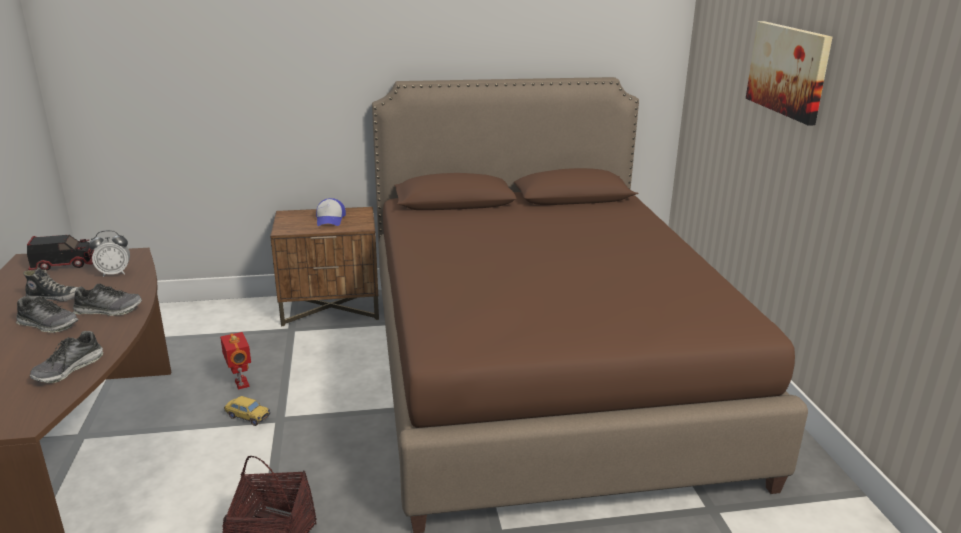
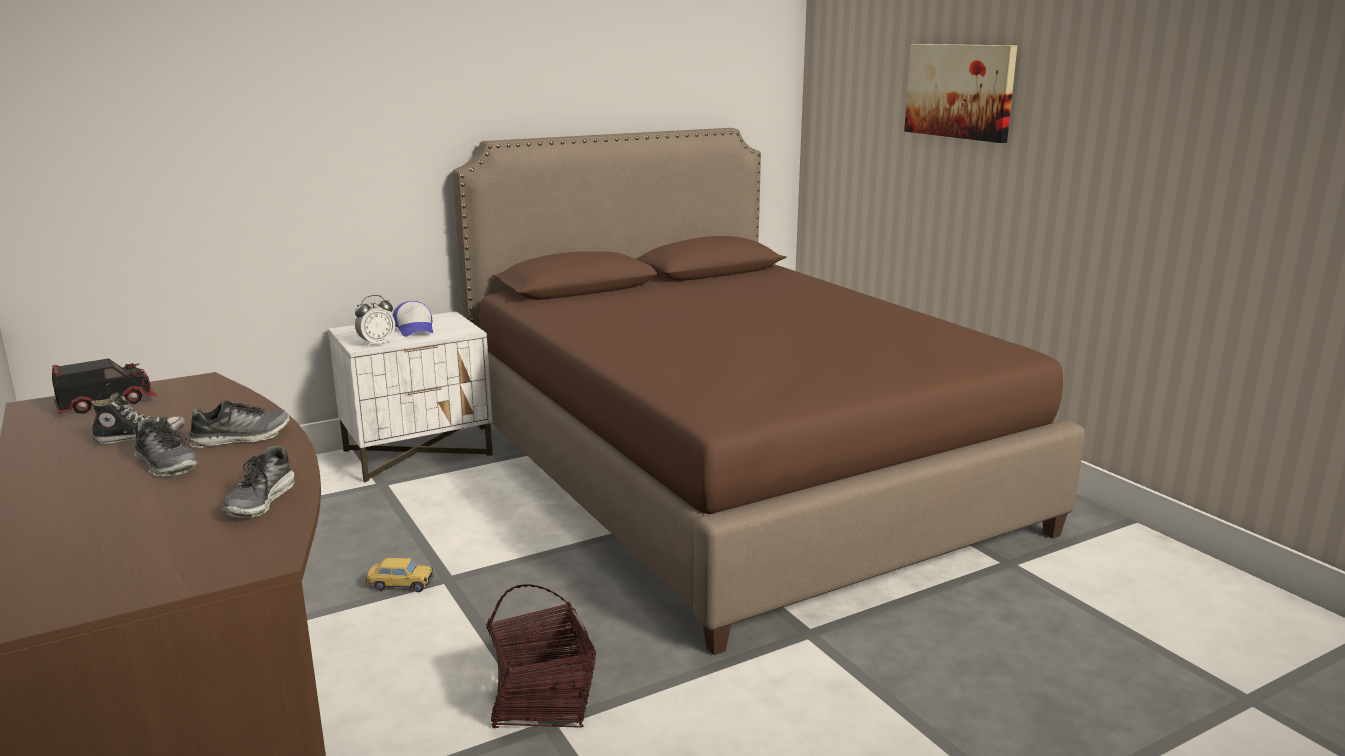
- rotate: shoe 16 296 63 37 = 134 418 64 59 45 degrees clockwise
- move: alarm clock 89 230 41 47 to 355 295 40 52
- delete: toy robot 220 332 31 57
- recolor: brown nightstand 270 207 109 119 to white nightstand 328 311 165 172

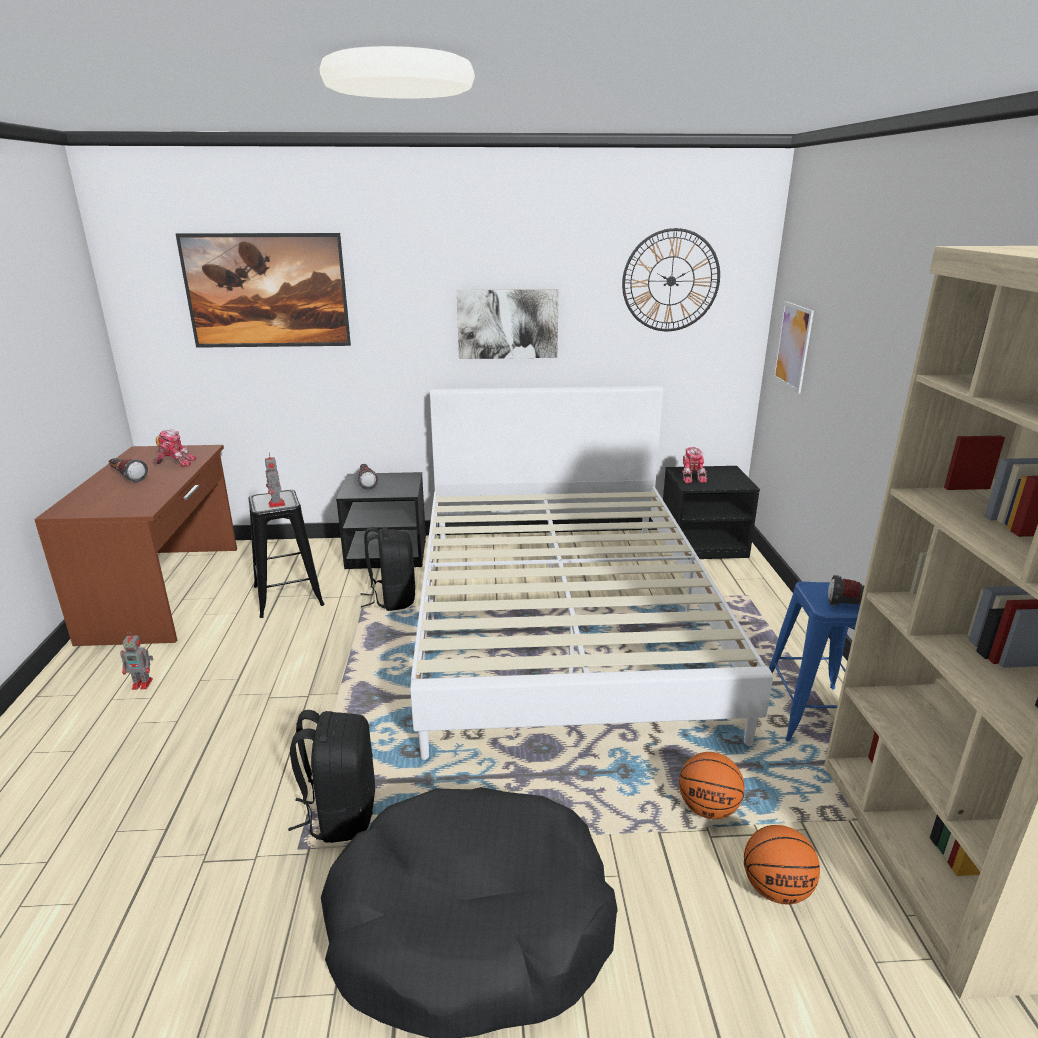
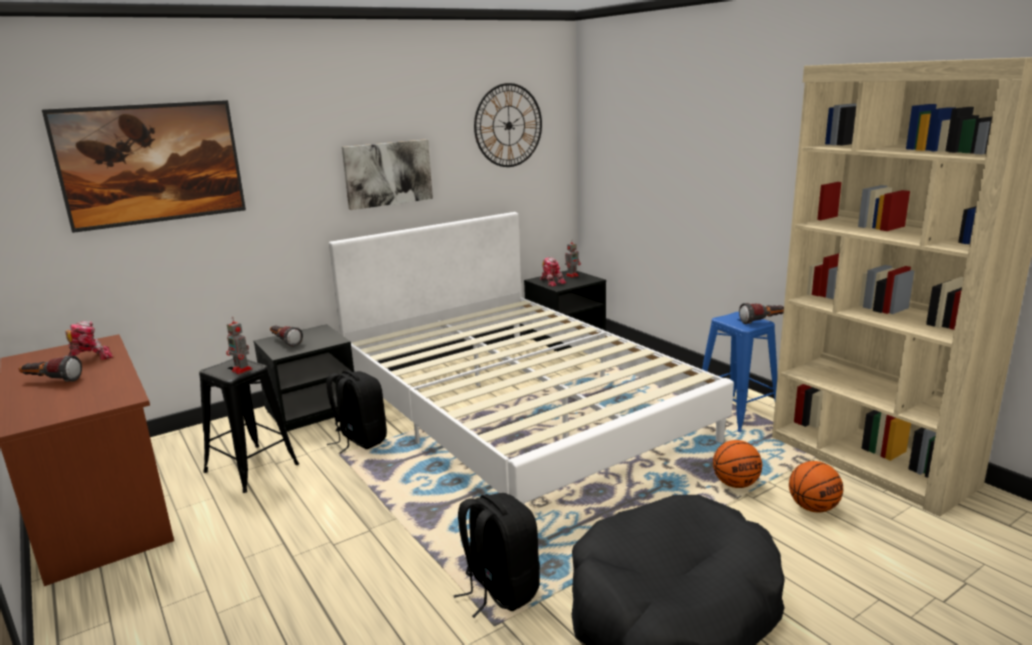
- move: toy robot 120 633 33 57 to 565 239 16 39
- delete: picture 773 301 41 92

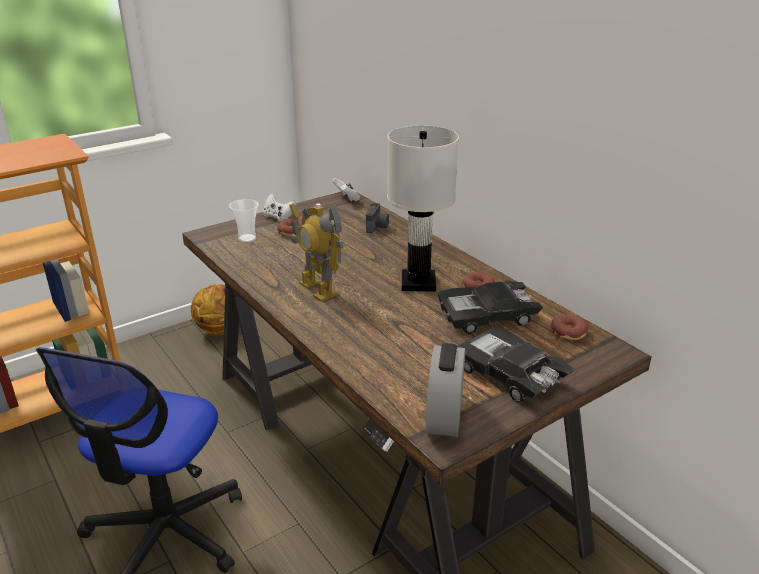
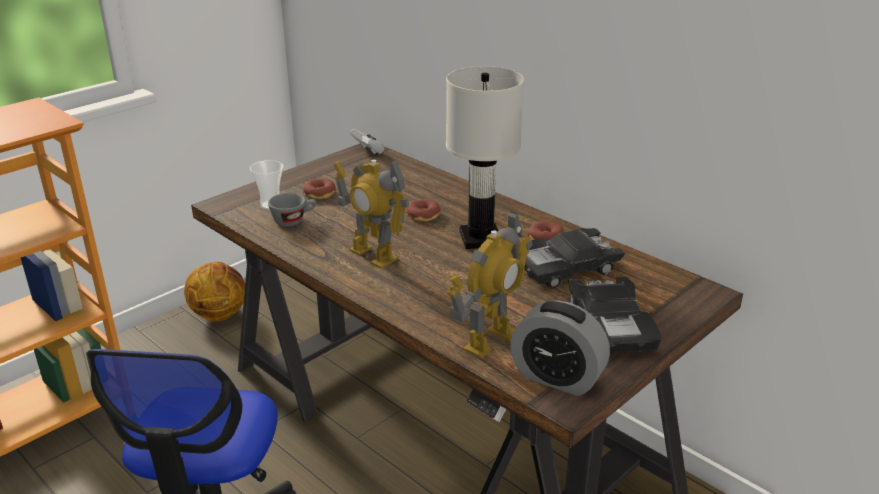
- delete: white game controller 263 194 33 28
- delete: photo camera 366 203 23 30
- rotate: alarm clock 426 343 39 94 = 510 300 100 96 60 degrees counterclockwise
- rotate: black toy car 457 327 118 76 = 568 277 93 76 135 degrees counterclockwise
- move: donut 551 314 38 26 to 407 199 34 22
- insert: grey cup 268 193 48 34
- insert: toy robot 447 211 86 147

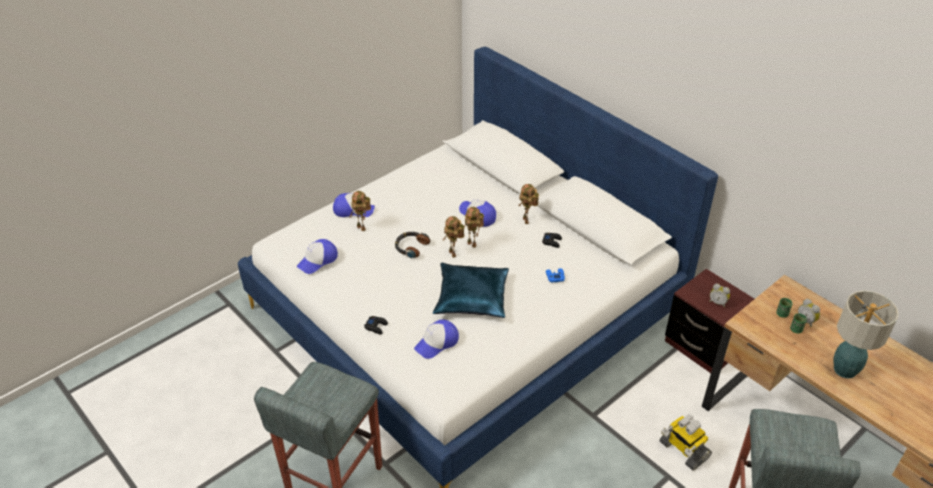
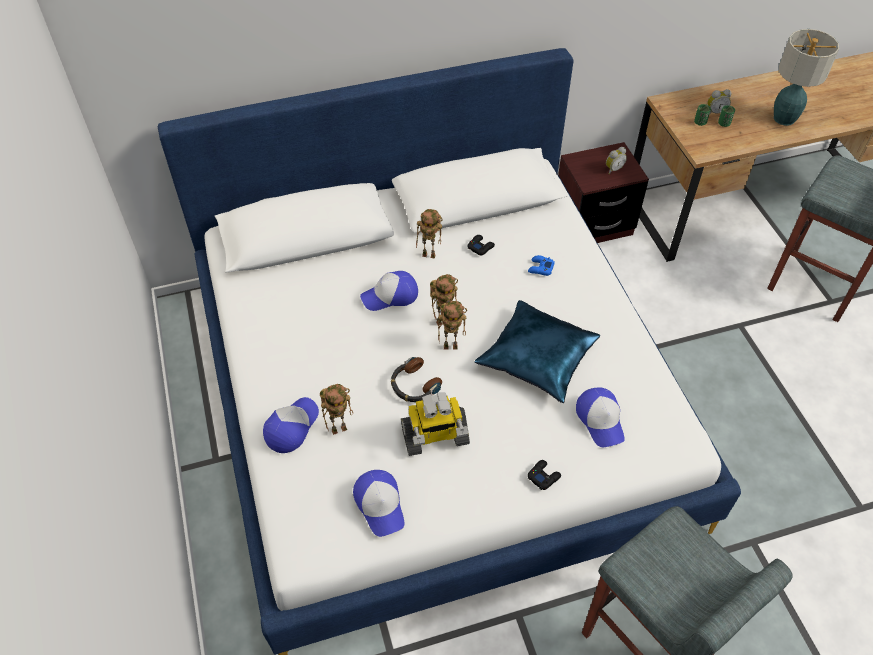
- move: toy robot 659 414 53 57 to 401 392 69 64

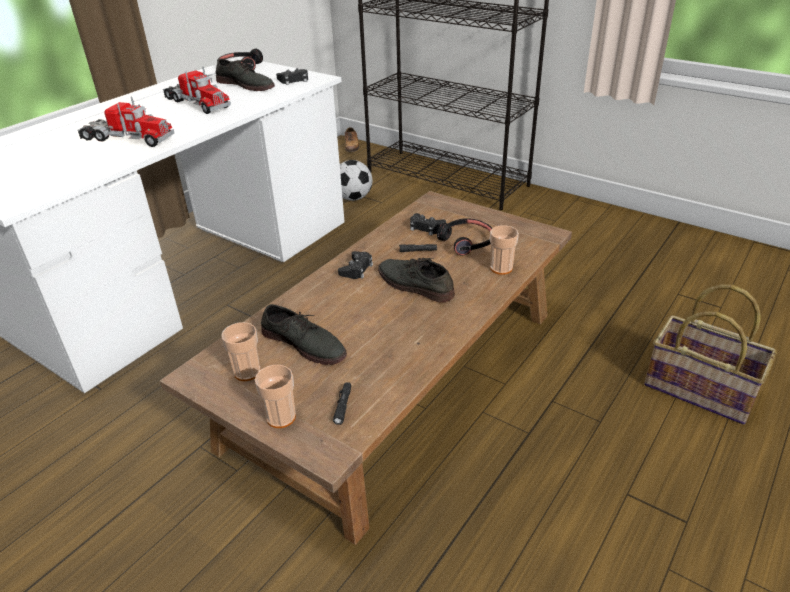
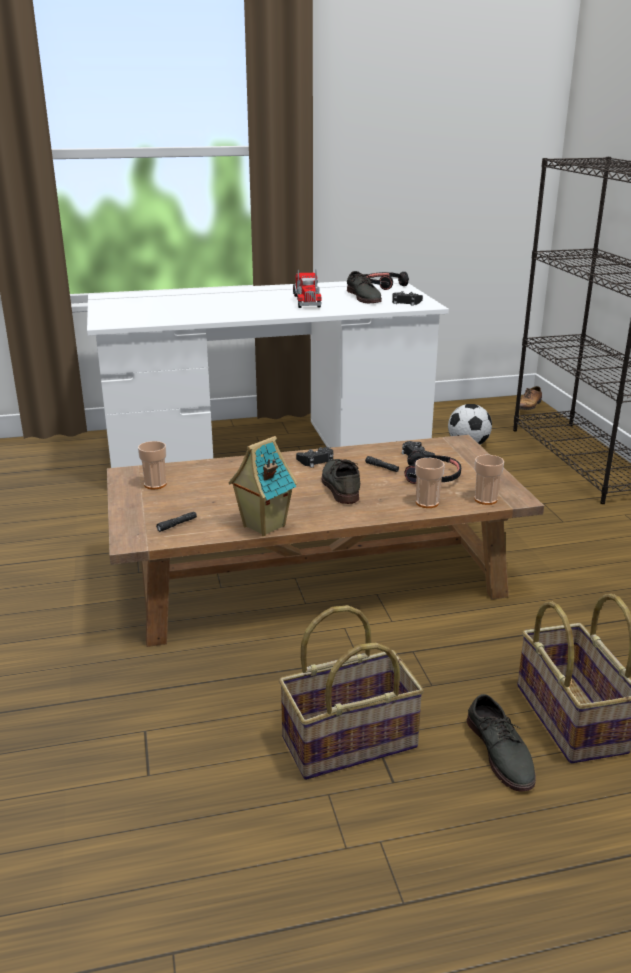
- delete: toy truck 78 96 96 51
- move: cup 255 365 41 63 to 474 455 30 50
- move: grey shoe 261 304 86 61 to 467 694 69 97
- insert: toy house 229 436 69 100
- insert: basket 279 605 145 175

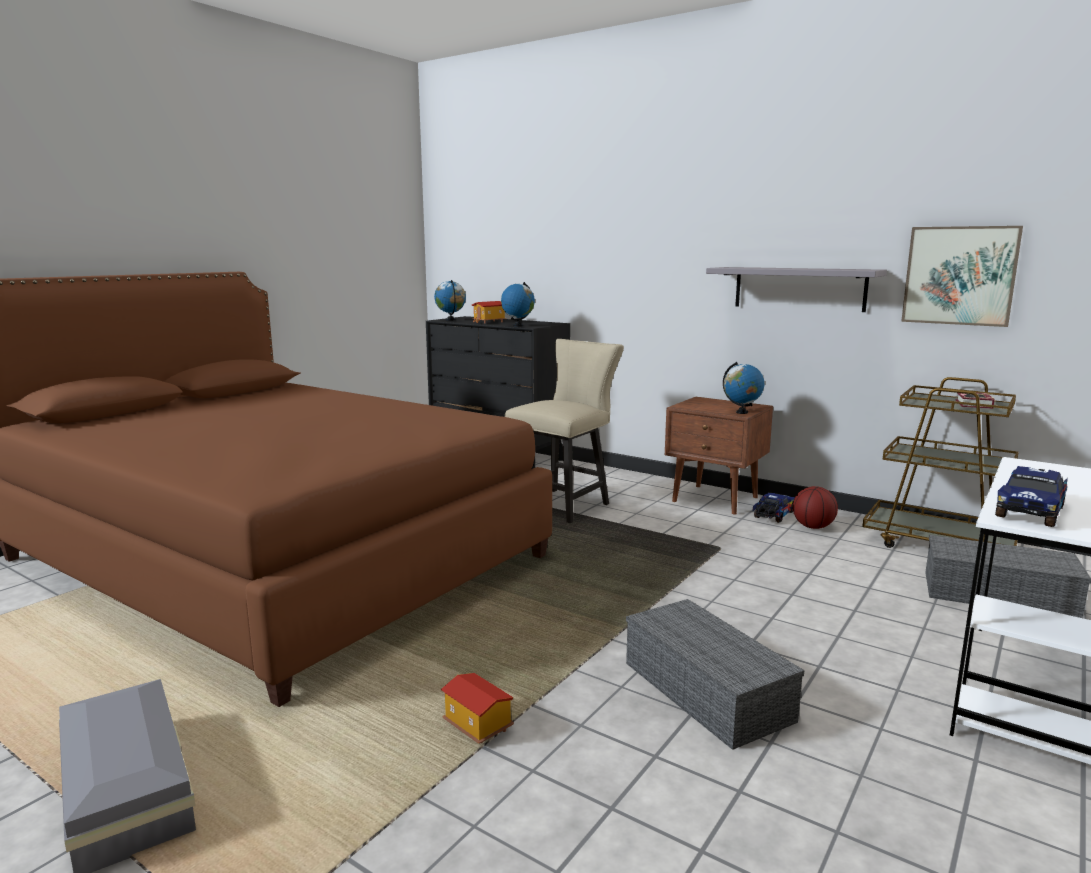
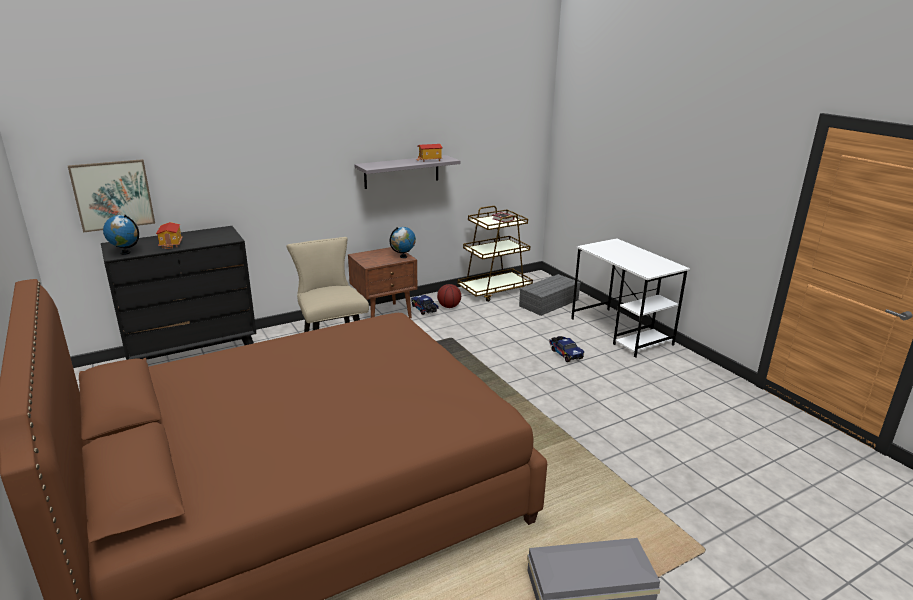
- move: toy house 440 673 74 71 to 416 144 27 18
- delete: globe 501 282 34 45
- delete: grey storage box 626 599 178 151
- move: picture 901 226 122 101 to 68 159 87 74
- move: toy truck 995 466 73 61 to 550 336 34 26

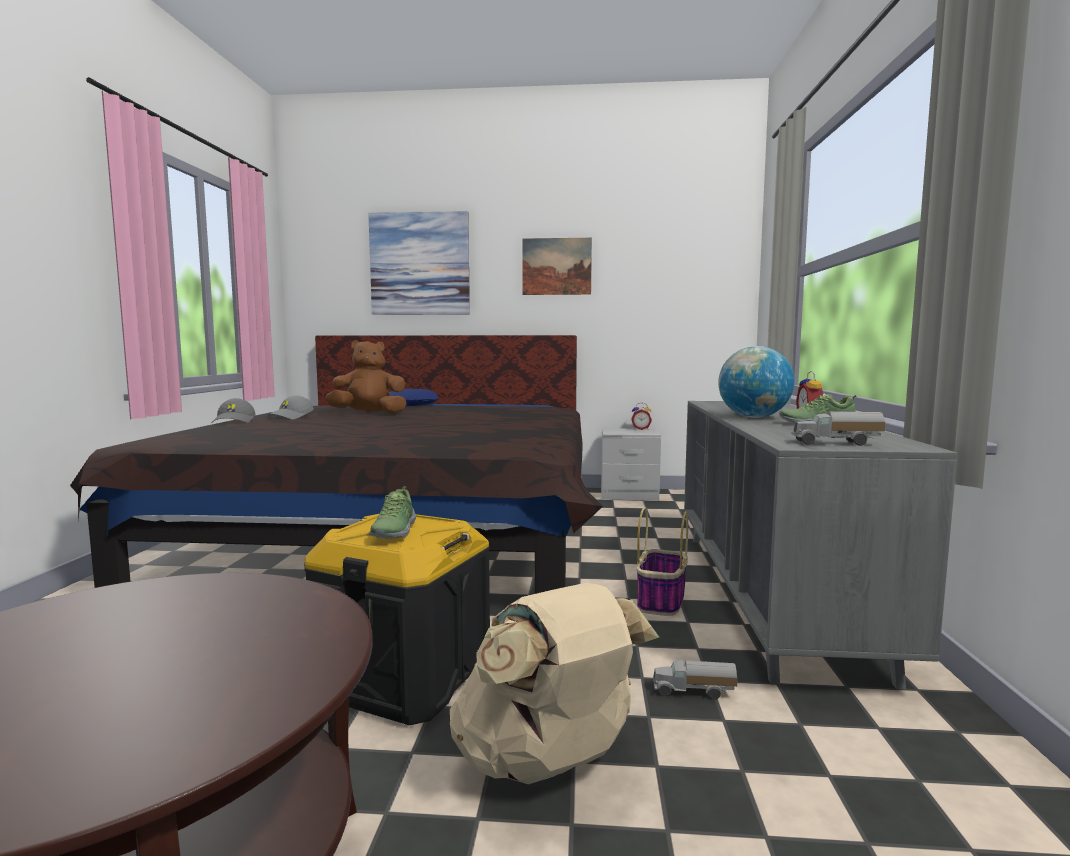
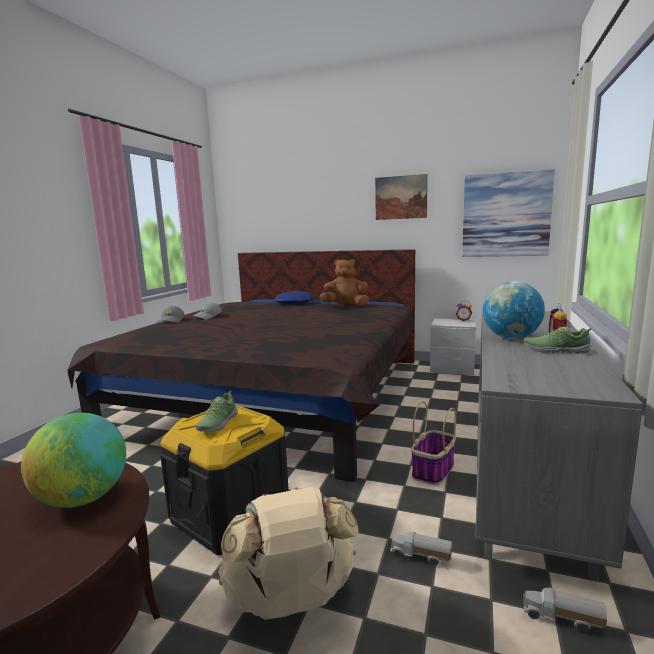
- move: brown plush toy 325 340 82 74 to 320 259 49 47
- move: picture 368 211 102 104 to 462 169 93 88
- move: toy truck 791 411 94 35 to 523 588 84 45
- insert: globe 21 413 105 95

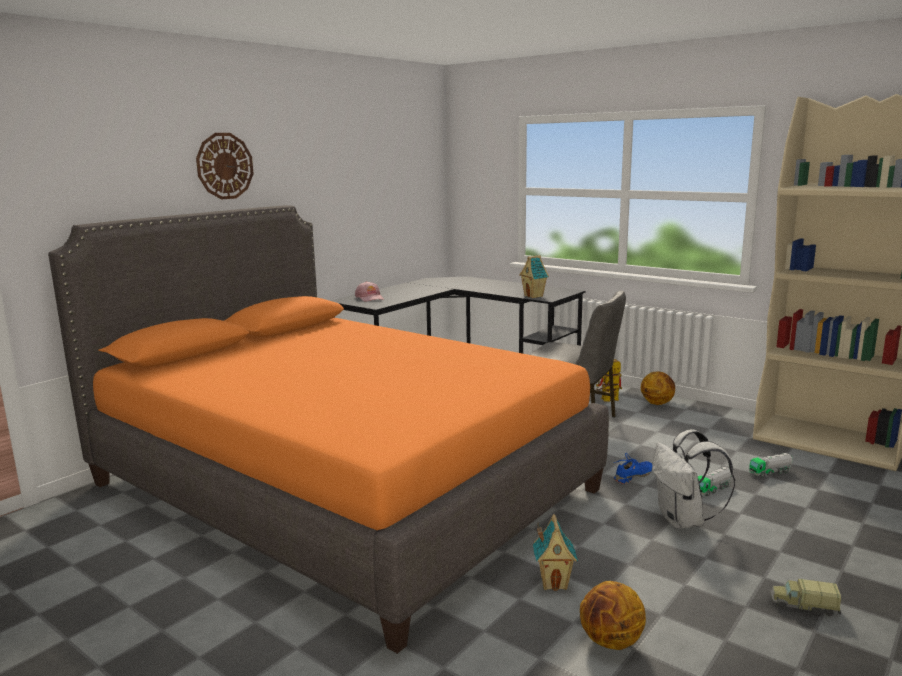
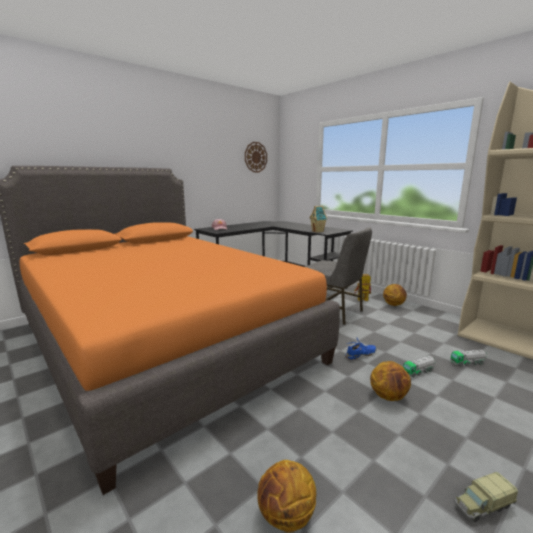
- move: wall clock 196 133 58 67 to 245 142 22 30
- delete: toy house 533 514 45 77
- replace: white backpack 652 429 83 100 to basketball 370 361 41 40
- rotate: toy truck 770 579 71 37 = 454 472 64 50 45 degrees counterclockwise

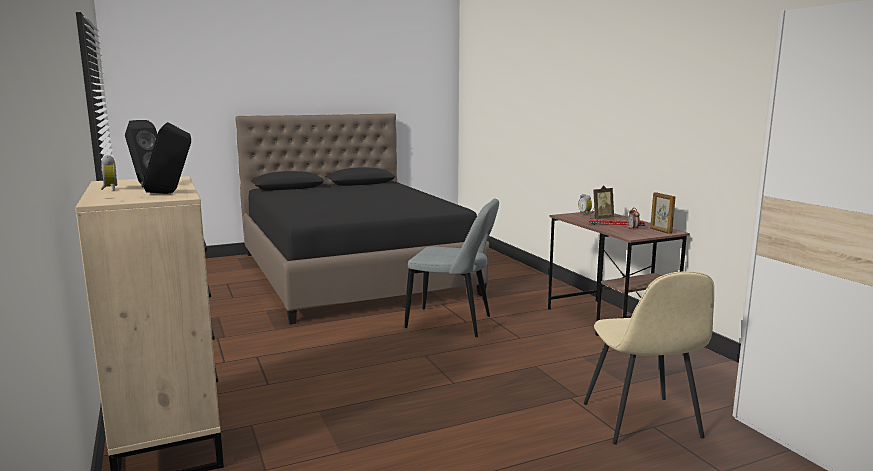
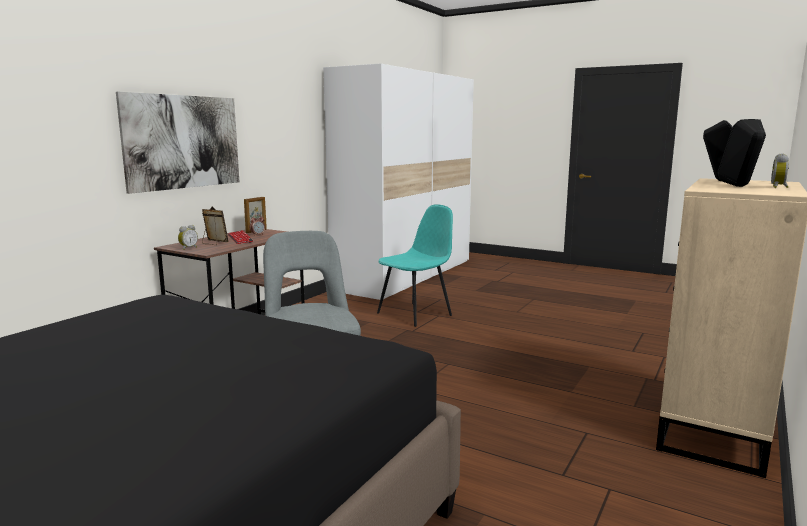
- recolor: beige chair 584 271 130 174 to turquoise chair 377 204 76 123
- insert: picture 116 92 123 102

